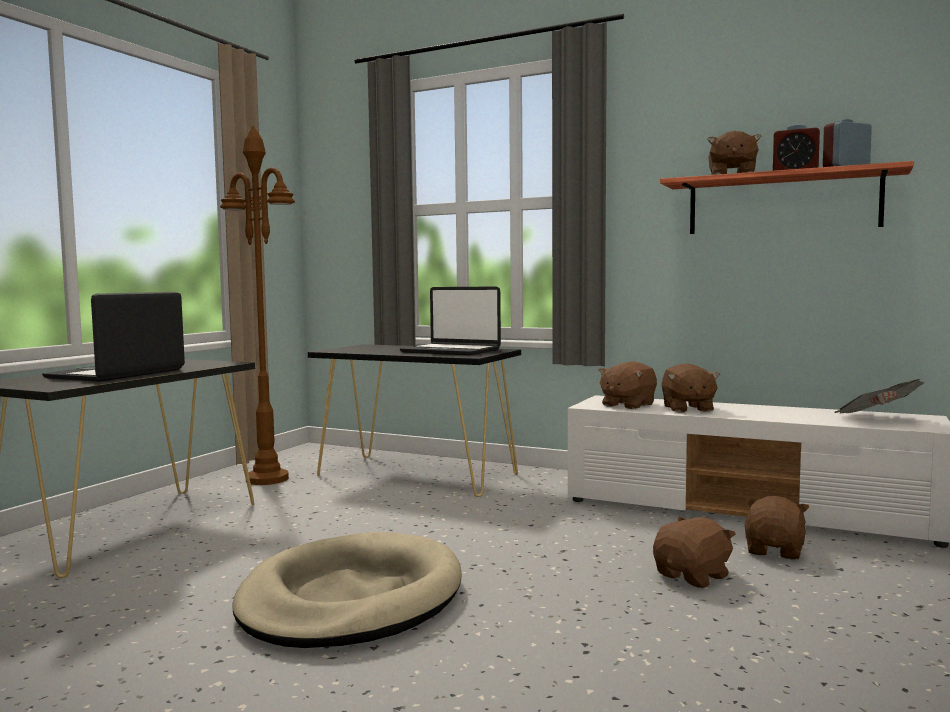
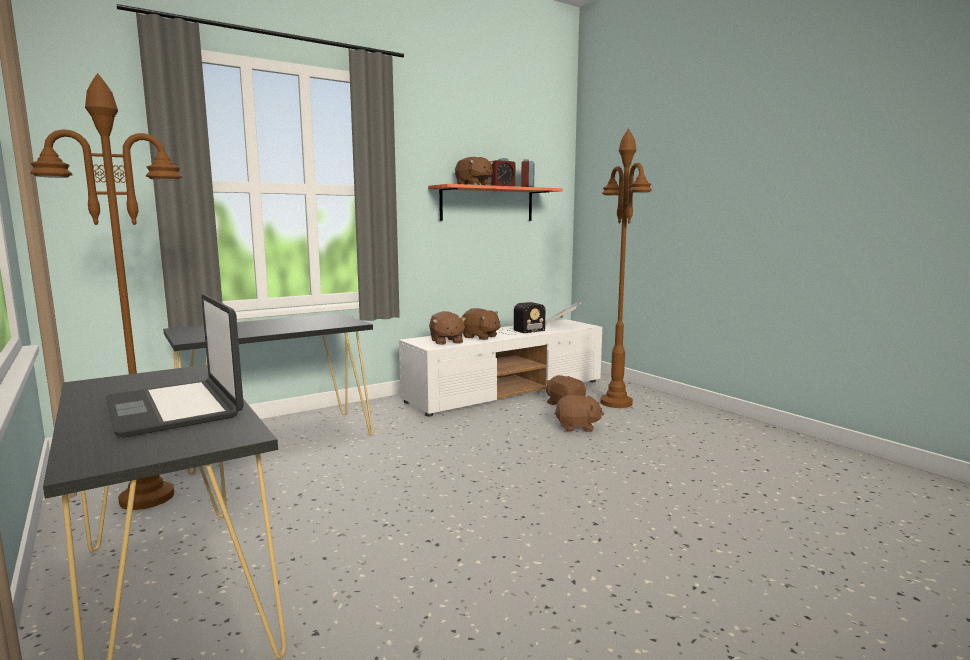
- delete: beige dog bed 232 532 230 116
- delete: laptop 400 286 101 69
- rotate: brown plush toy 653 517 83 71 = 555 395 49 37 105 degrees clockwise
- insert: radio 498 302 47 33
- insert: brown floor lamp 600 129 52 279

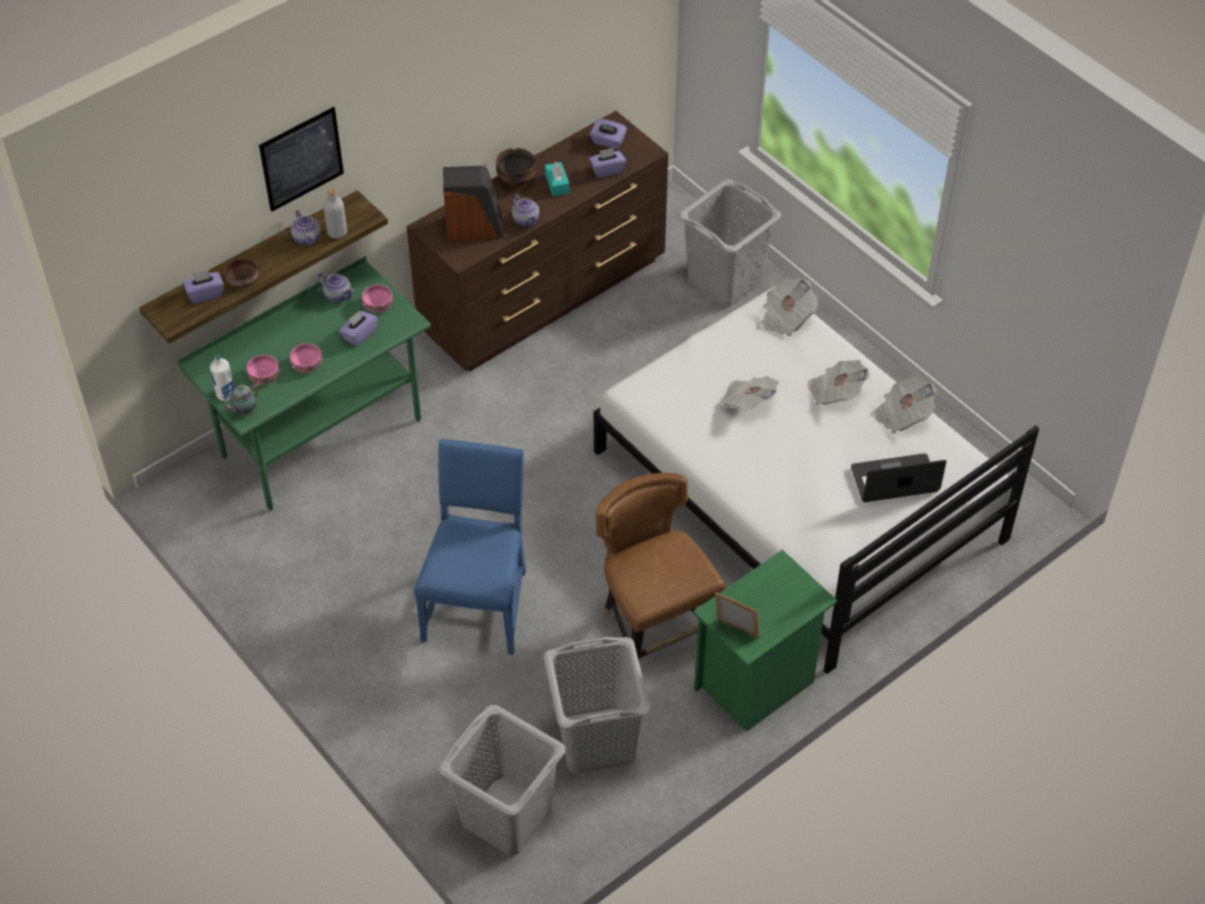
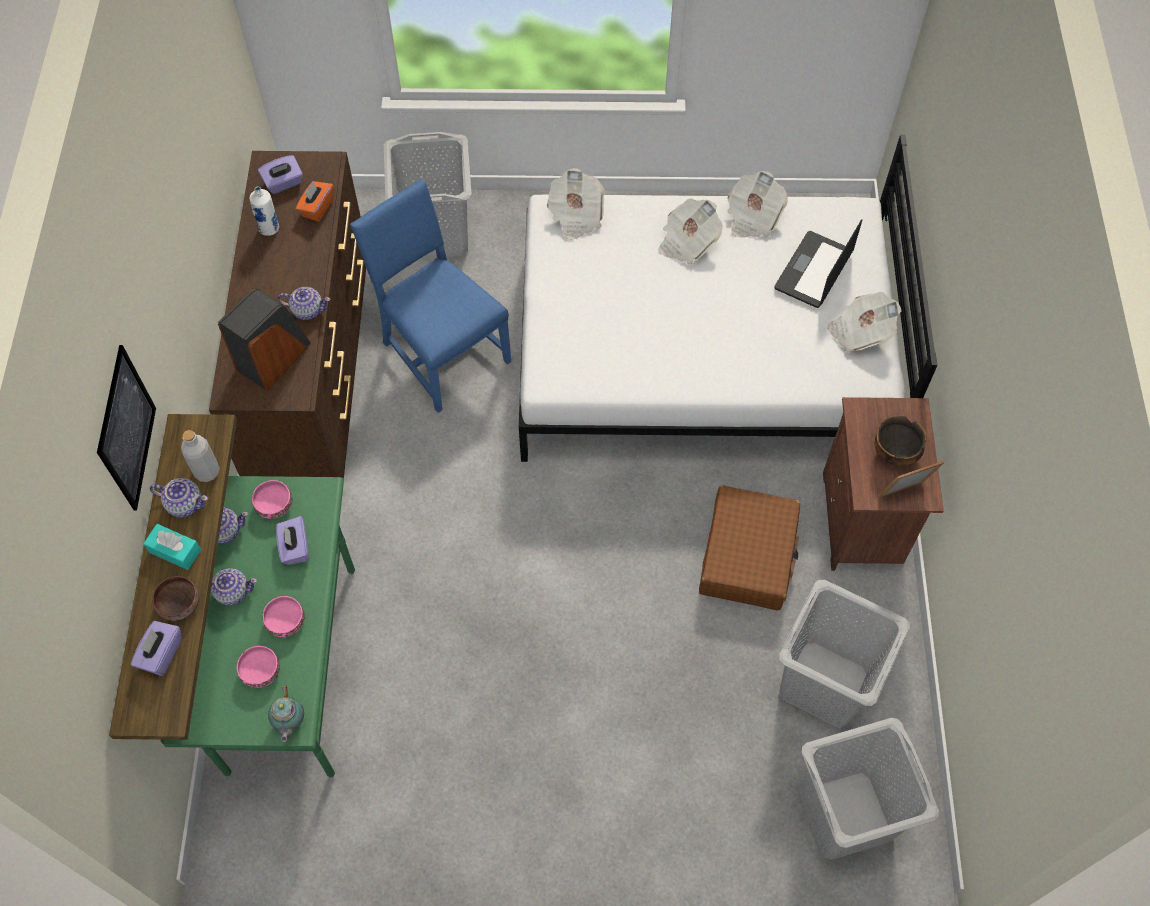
- move: white bottle 210 356 25 45 to 249 187 30 49
- move: blue chair 414 439 112 216 to 350 180 161 233
- move: bowl 496 148 41 39 to 875 416 51 50
- move: turquoise tissue box 545 161 24 35 to 143 524 58 46
- recolor: purple tissue box 589 148 37 30 to orange tissue box 296 181 38 41
- replace: brown chair 596 473 130 187 to brown suitcase 699 485 101 125
- recolor: green nightstand 693 550 145 181 to brown nightstand 823 397 121 174
- move: newspaper 720 376 59 34 to 827 292 74 61
- insert: teapot 211 568 46 38

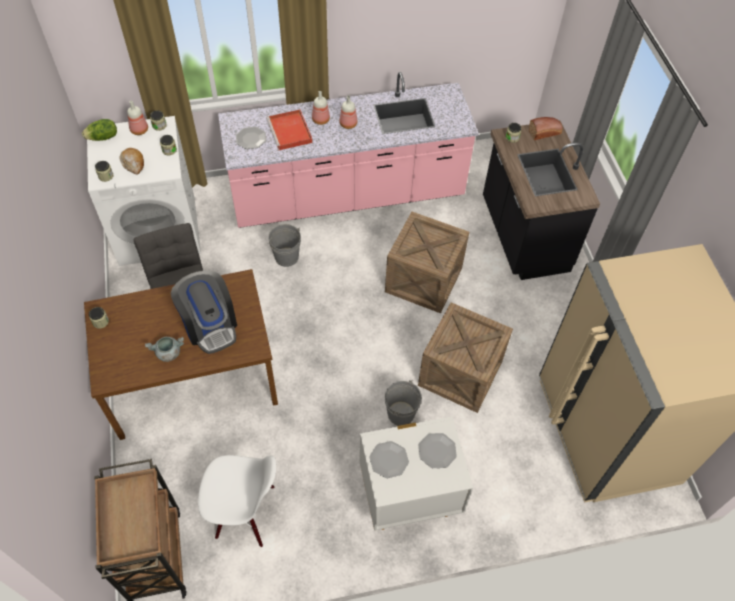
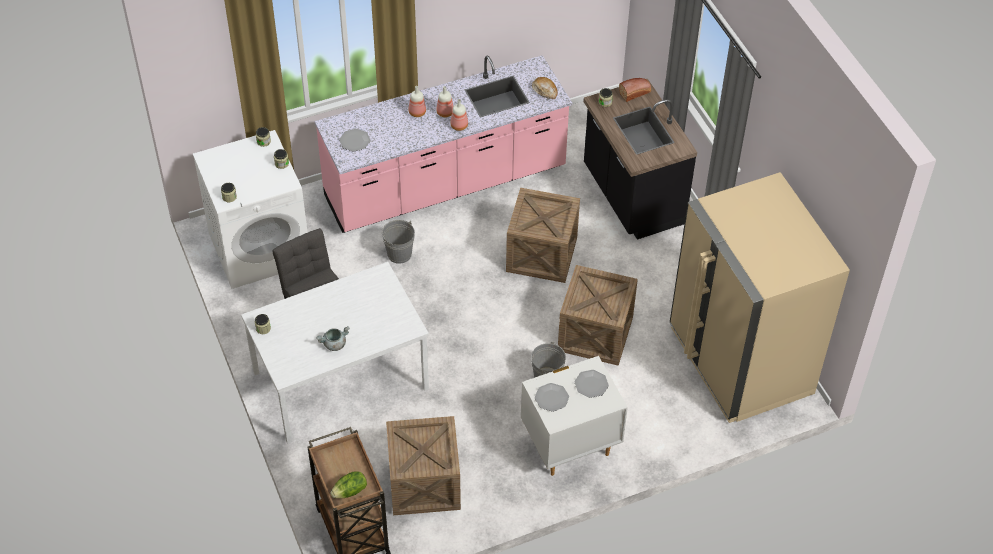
- move: lettuce 82 119 35 22 to 330 471 37 27
- recolor: brown dining table 84 269 194 171 to white dining table 241 262 188 182
- move: bread 119 148 25 27 to 532 77 26 22
- move: bottle 127 101 21 34 to 450 99 18 32
- delete: coffee machine 171 271 66 83
- replace: white chair 198 455 78 92 to crate 386 416 75 99
- delete: red tray 266 110 47 40

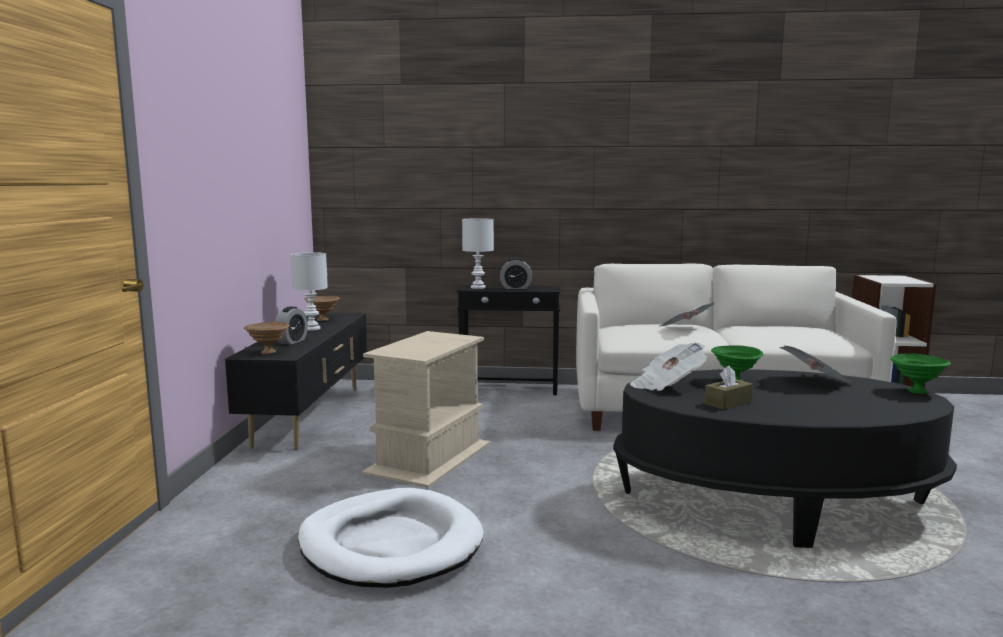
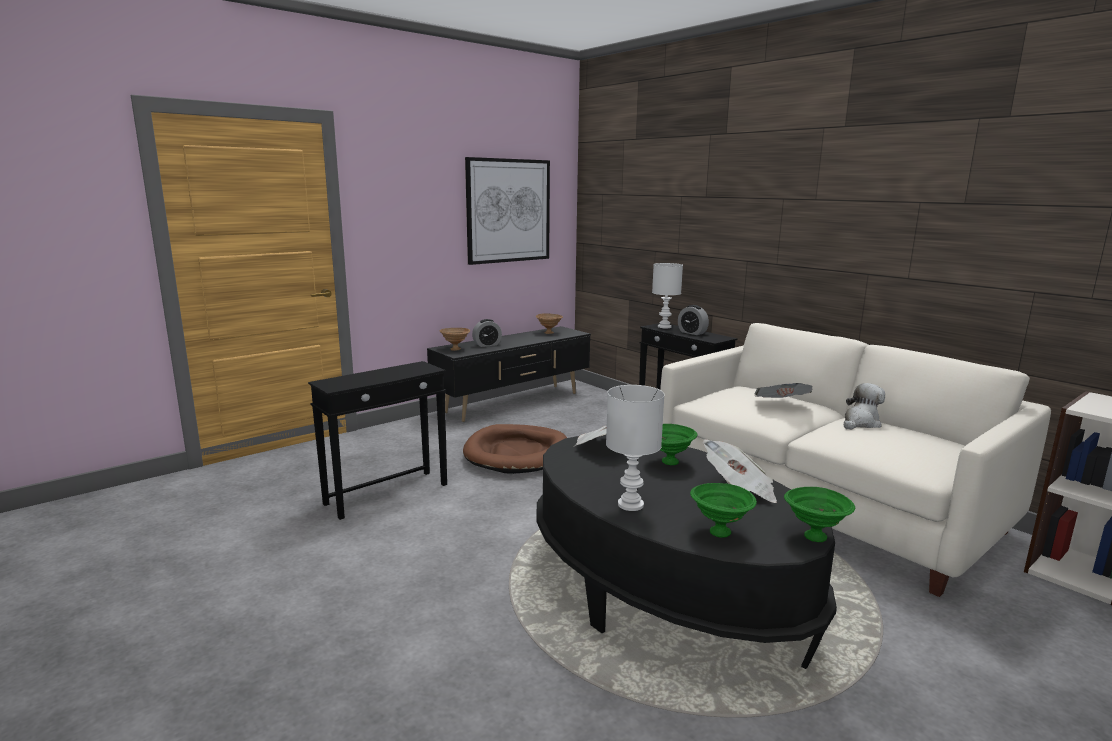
- move: white table lamp 290 252 38 79 to 606 385 59 126
- replace: white dog bed 298 488 186 100 to black side table 308 361 139 159
- replace: beige side table 362 331 129 157 to brown dog bed 463 424 104 50
- delete: brown tissue box 704 366 49 44
- insert: picture 465 157 85 108
- insert: green bowl 690 483 67 55
- insert: plush toy 844 383 41 46

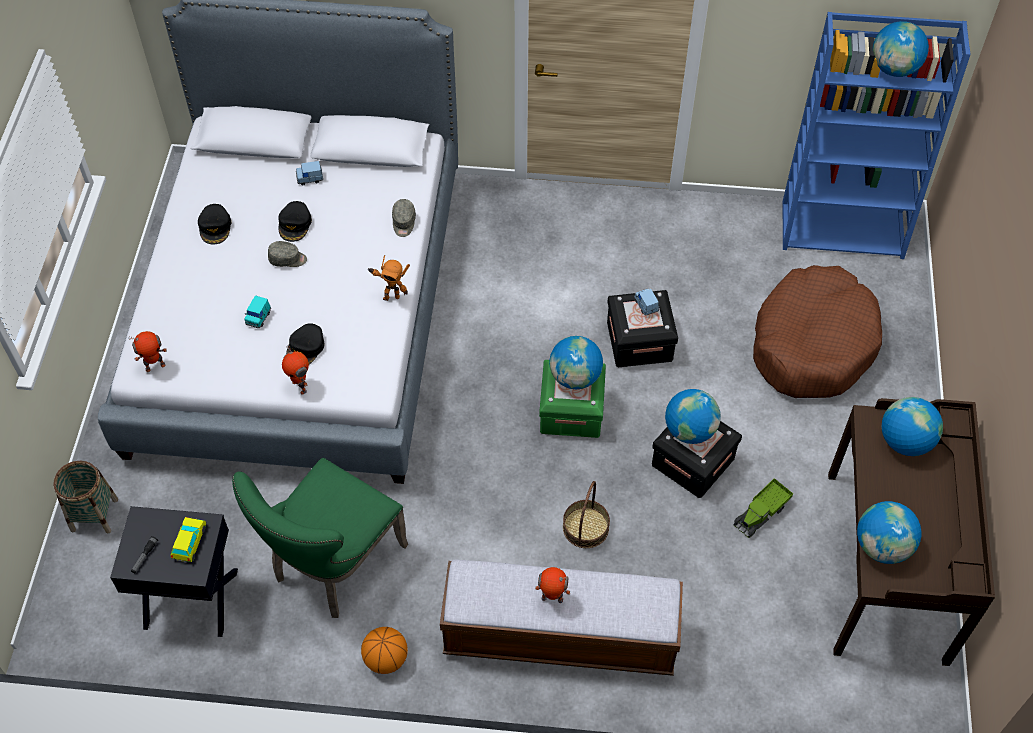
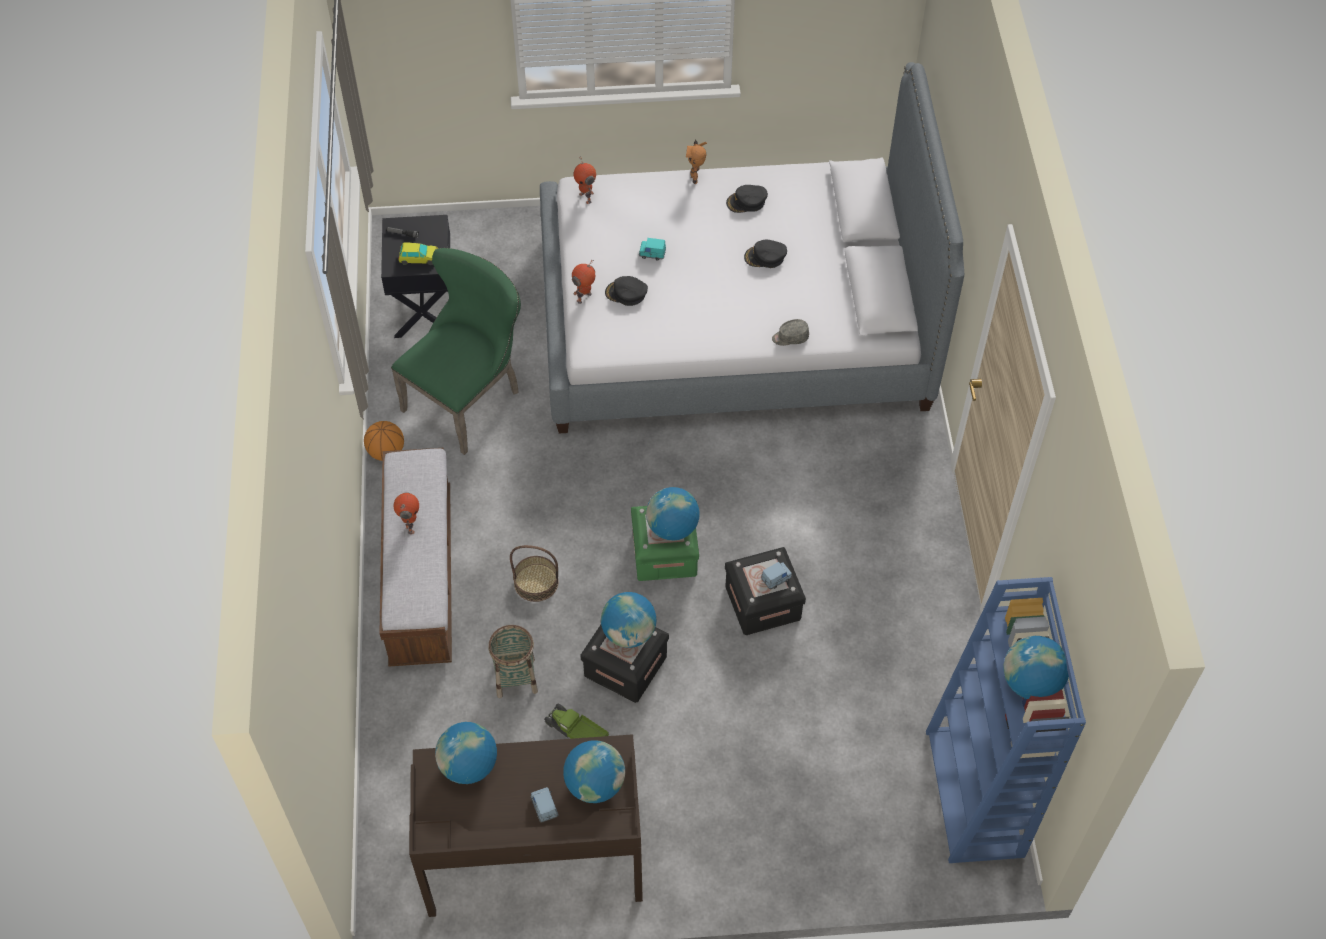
- move: basket 53 461 65 73 to 488 625 50 73
- rotate: green chair 232 458 176 160 = 391 248 130 207 105 degrees clockwise
- delete: grey cap 268 241 39 26
- move: blue toy car 296 161 27 24 to 531 787 27 36
- move: toy robot 367 255 43 46 to 686 139 21 45
- delete: brown dog bed 753 265 129 133

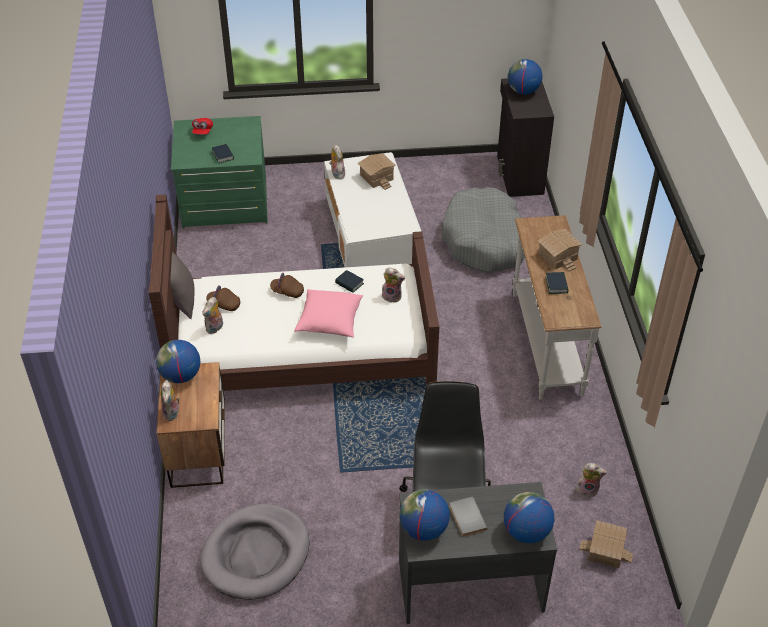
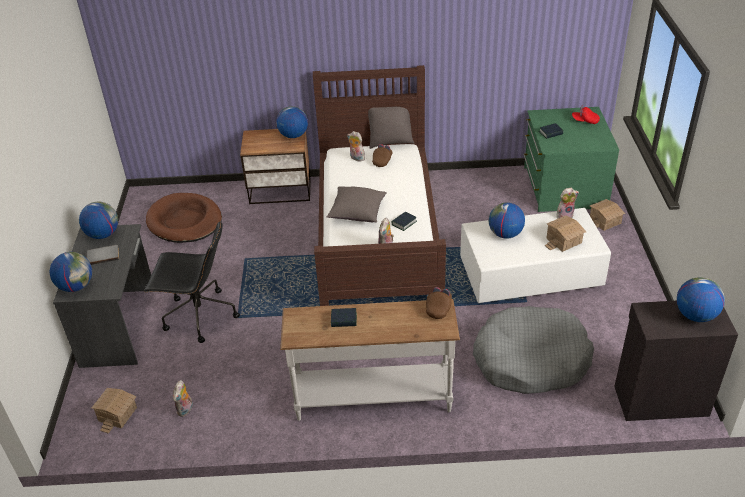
- delete: plush toy 161 380 19 41
- recolor: grey dog bed 200 504 109 96 to brown dog bed 146 193 76 50
- move: brown cap 270 273 34 25 to 426 287 26 32
- recolor: pink pillow 294 289 69 48 to grey pillow 327 187 60 36
- move: toy house 538 229 45 43 to 590 199 35 32
- insert: globe 489 202 36 37

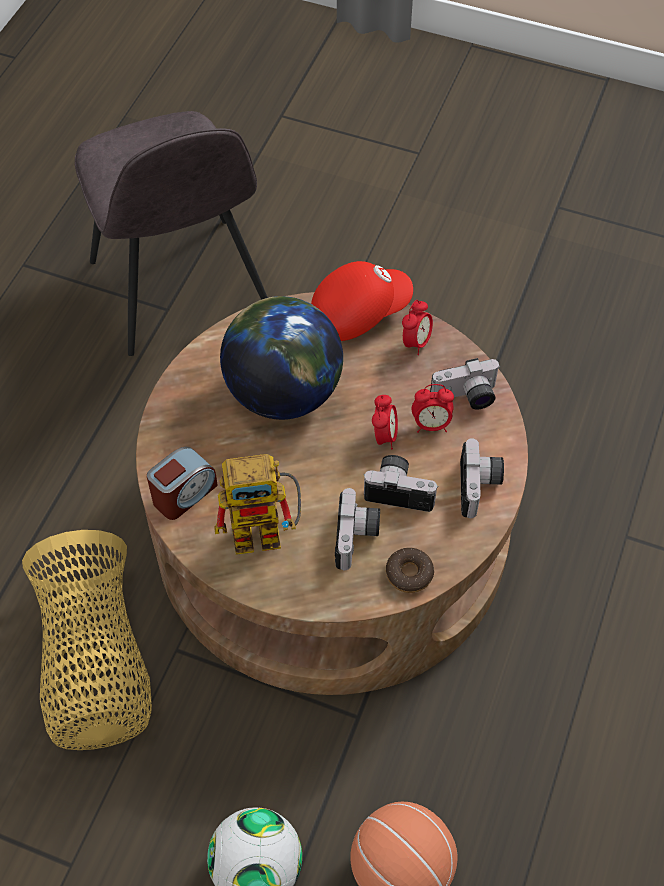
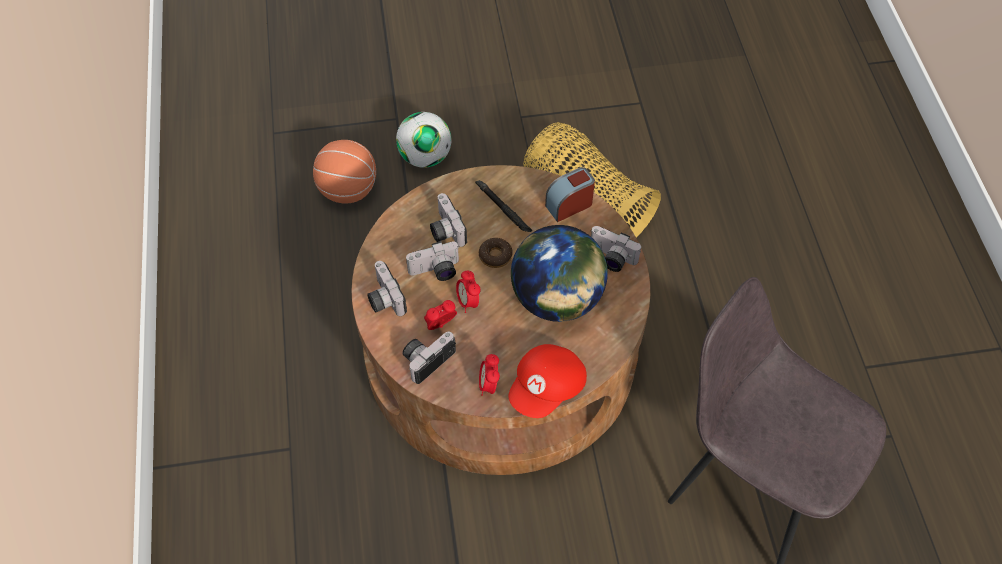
- rotate: alarm clock 147 446 71 74 = 545 167 50 55 45 degrees clockwise
- replace: toy robot 215 454 86 101 to black flashlight 475 180 57 52
- move: donut 386 548 48 45 to 479 238 34 30
- insert: photo camera 591 226 50 46

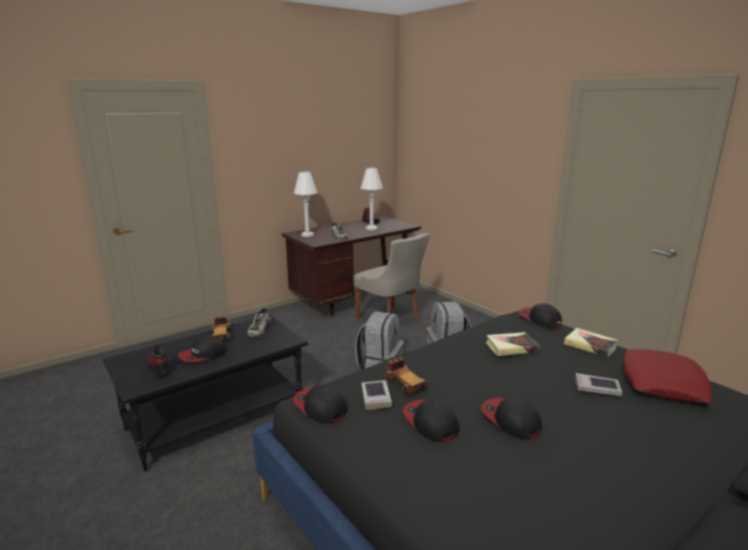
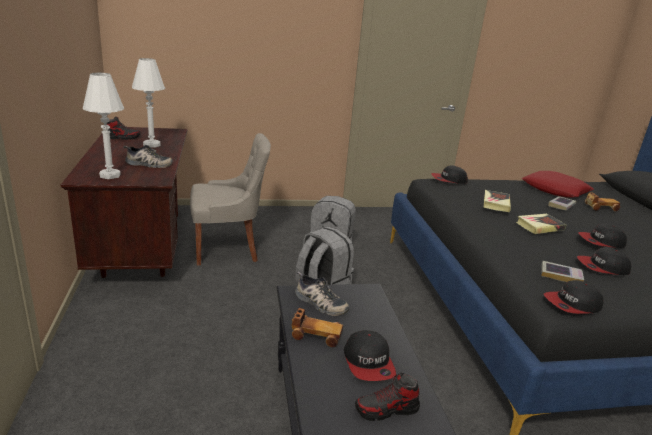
- move: toy car 385 357 42 39 to 585 192 35 19
- move: book 564 328 54 29 to 516 214 50 20

